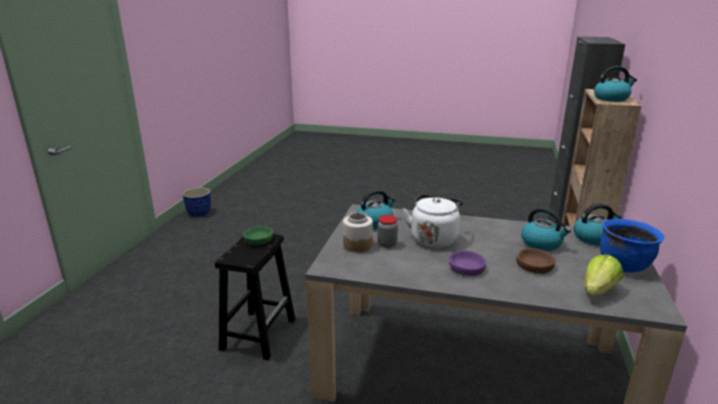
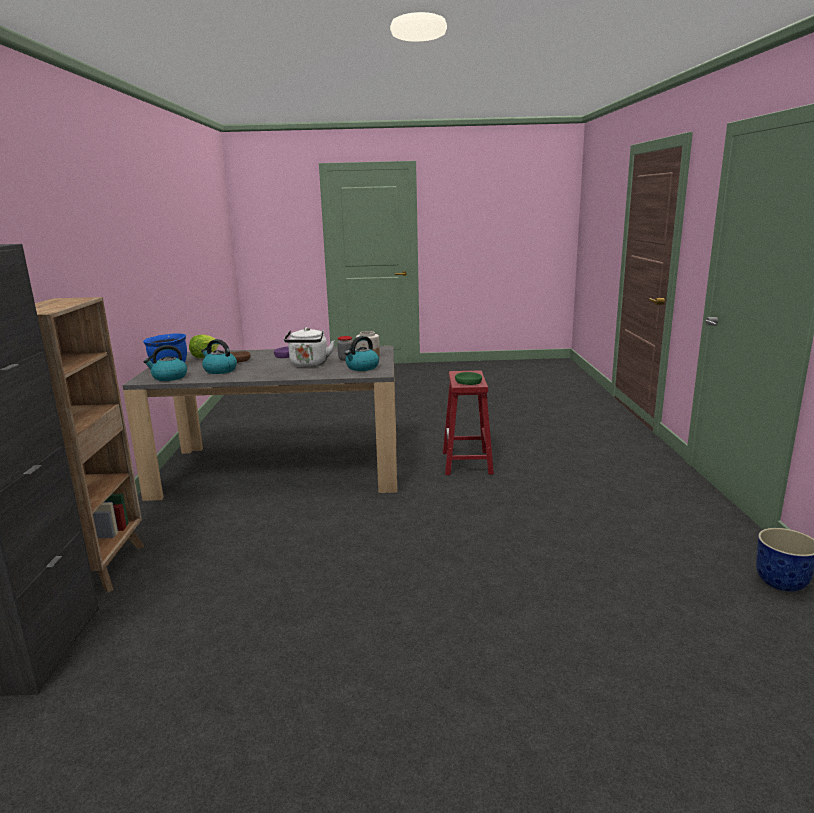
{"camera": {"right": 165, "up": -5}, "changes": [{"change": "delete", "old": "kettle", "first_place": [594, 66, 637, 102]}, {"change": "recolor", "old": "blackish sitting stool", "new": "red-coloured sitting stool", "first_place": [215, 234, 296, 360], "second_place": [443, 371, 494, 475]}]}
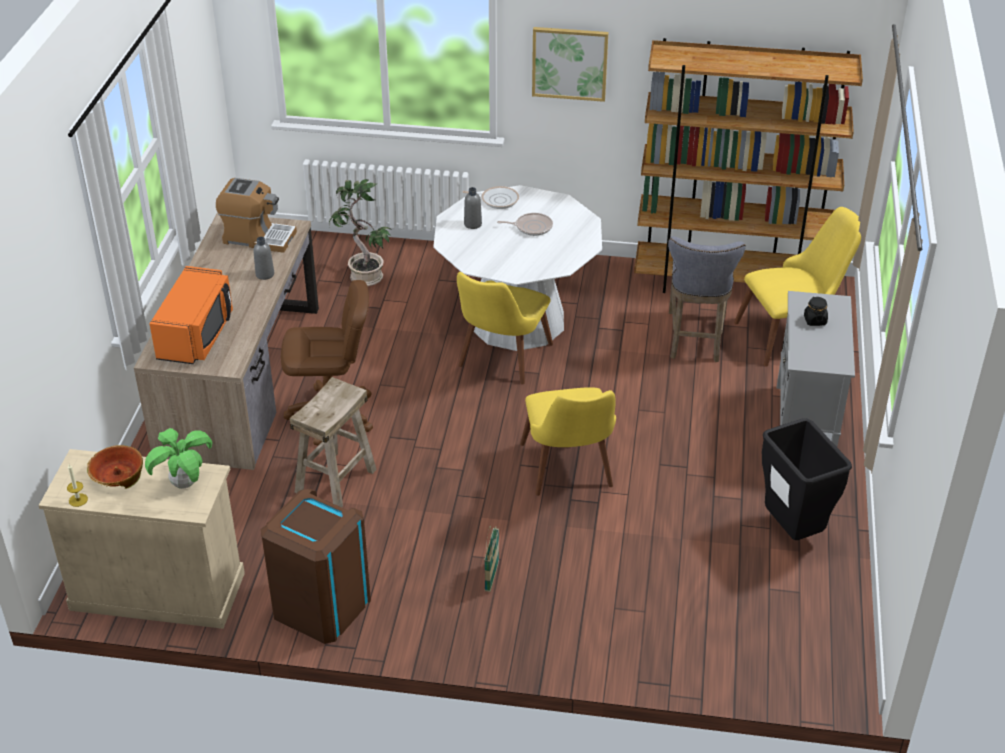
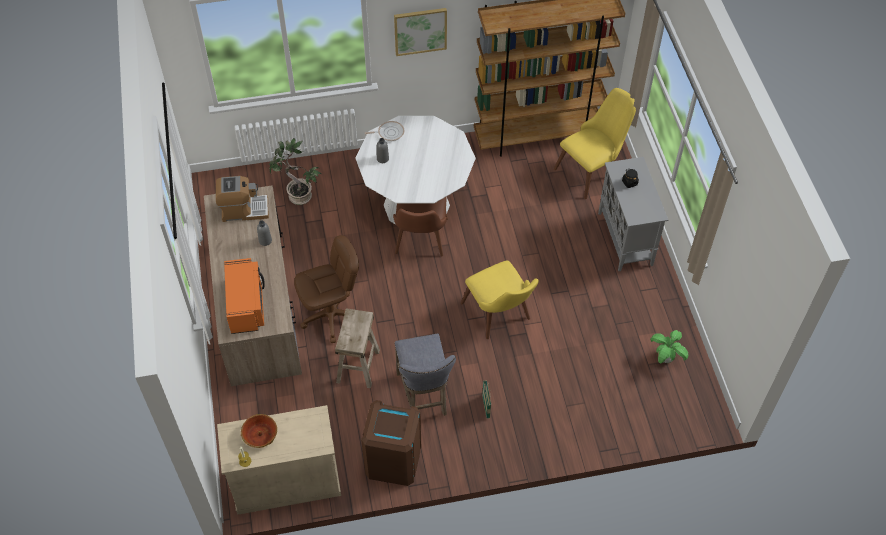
{"camera": {"right": -20, "up": 15}, "changes": [{"change": "delete", "old": "skillet", "first_place": [497, 213, 553, 236]}, {"change": "move", "old": "gray sitting stool", "first_place": [668, 236, 745, 362], "second_place": [394, 333, 456, 416]}, {"change": "recolor", "old": "yellowish upright chair", "new": "brown-coloured upright chair", "first_place": [457, 272, 553, 385], "second_place": [393, 197, 448, 257]}, {"change": "delete", "old": "blackish trash can", "first_place": [762, 418, 852, 540]}, {"change": "move", "old": "plant in a pot", "first_place": [145, 428, 213, 489], "second_place": [650, 330, 689, 364]}]}
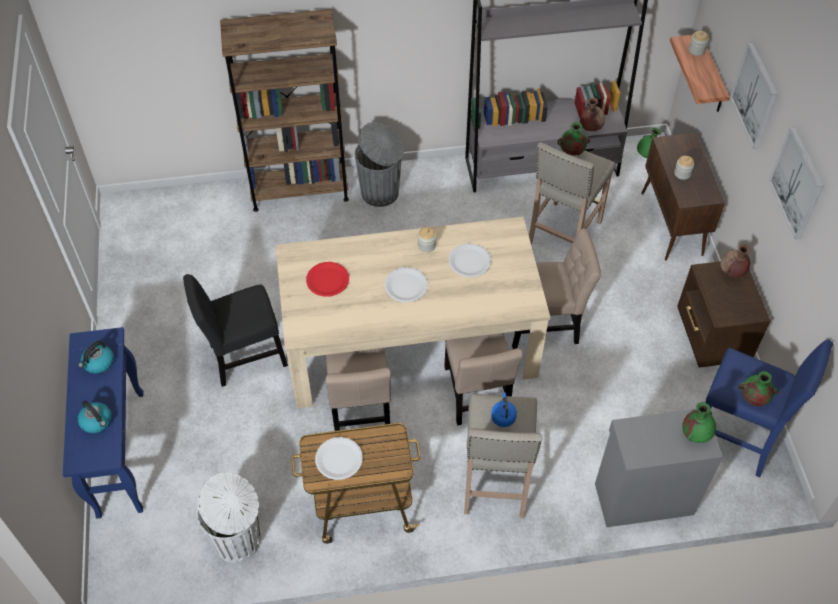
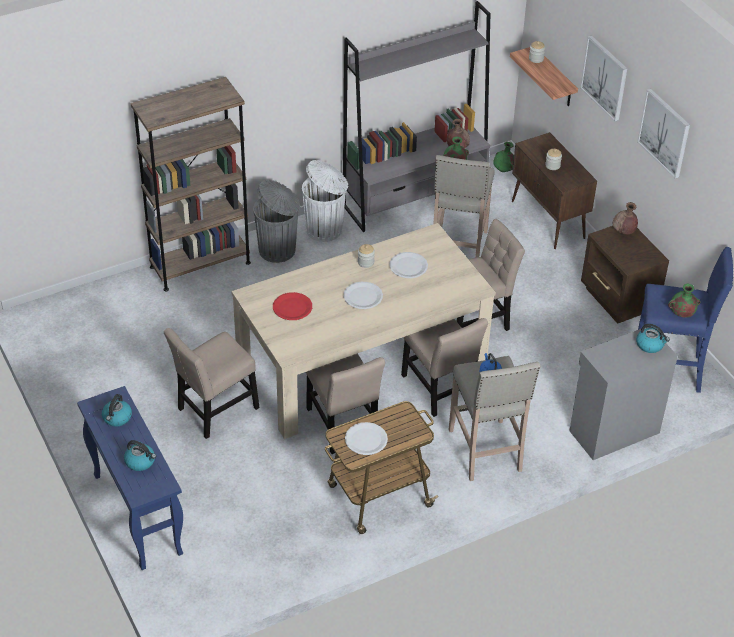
{"camera": {"right": -20, "up": -10}, "changes": [{"change": "recolor", "old": "blackish upright chair", "new": "beige upright chair", "first_place": [183, 274, 288, 387], "second_place": [164, 328, 260, 439]}, {"change": "replace", "old": "greenish decorative vase", "new": "kettle", "first_place": [682, 402, 716, 443], "second_place": [636, 324, 670, 353]}, {"change": "move", "old": "white-coloured trash can", "first_place": [197, 472, 261, 563], "second_place": [302, 160, 348, 242]}]}
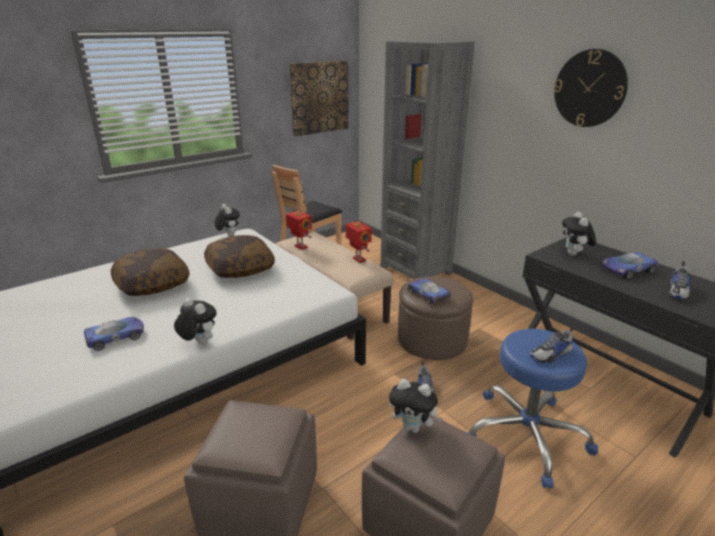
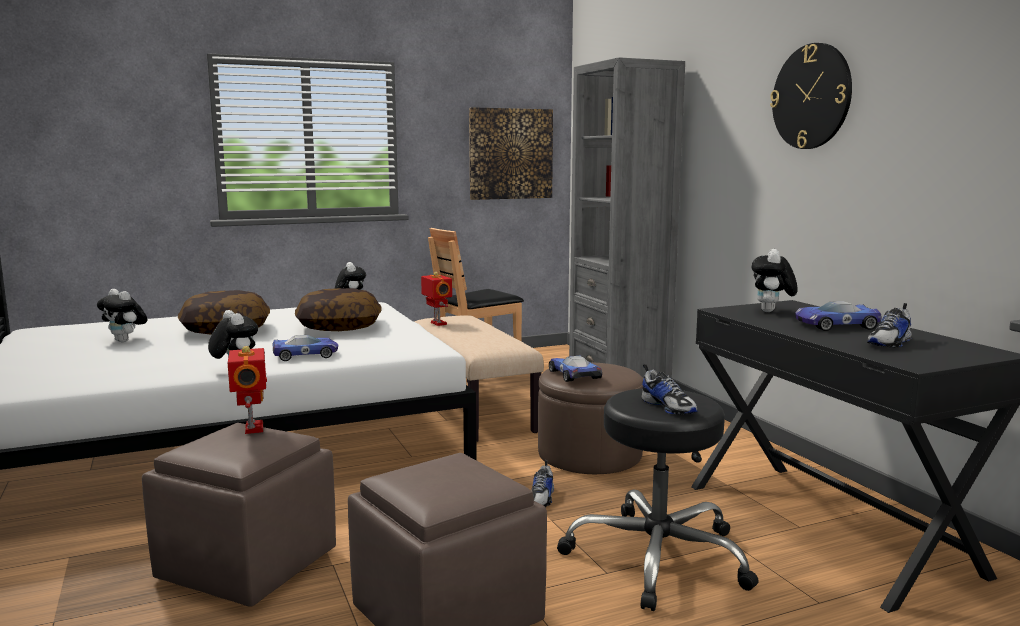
{"camera": {"right": 15, "up": -15}, "changes": [{"change": "move", "old": "robot figure", "first_place": [346, 221, 372, 263], "second_place": [228, 346, 267, 434]}, {"change": "move", "old": "miniature car", "first_place": [84, 316, 144, 351], "second_place": [273, 335, 338, 361]}, {"change": "rotate", "old": "item of footwear", "first_place": [530, 326, 574, 363], "second_place": [642, 364, 698, 415], "degrees": -105}, {"change": "recolor", "old": "blue sitting stool", "new": "blackish sitting stool", "first_place": [467, 329, 598, 488], "second_place": [557, 388, 759, 611]}, {"change": "move", "old": "cuddly toy", "first_place": [389, 379, 443, 433], "second_place": [97, 289, 147, 342]}]}
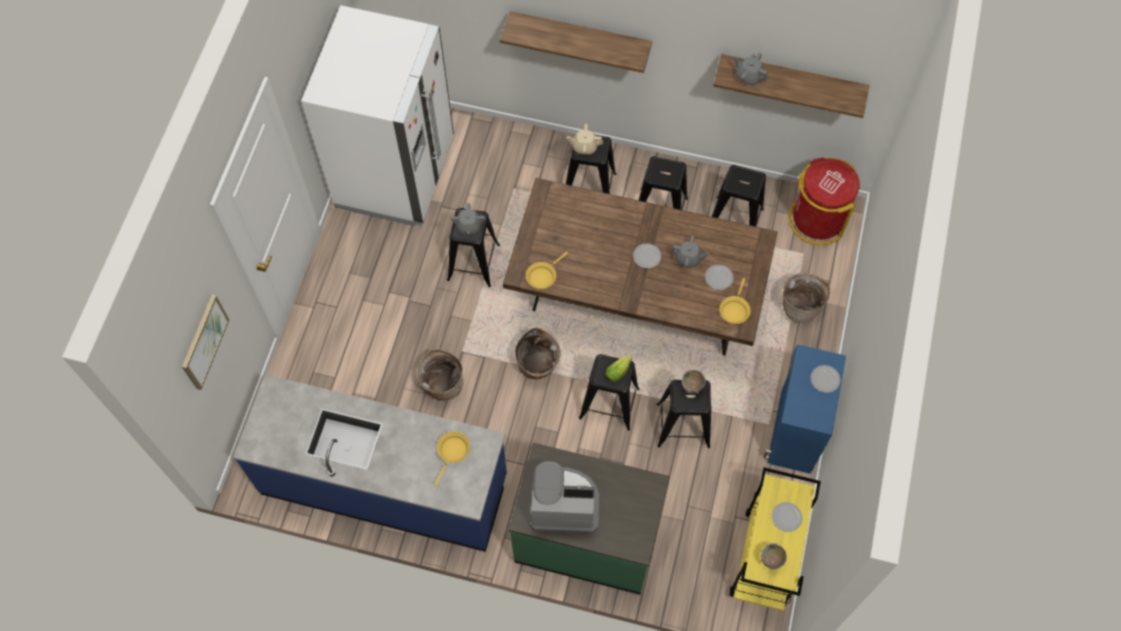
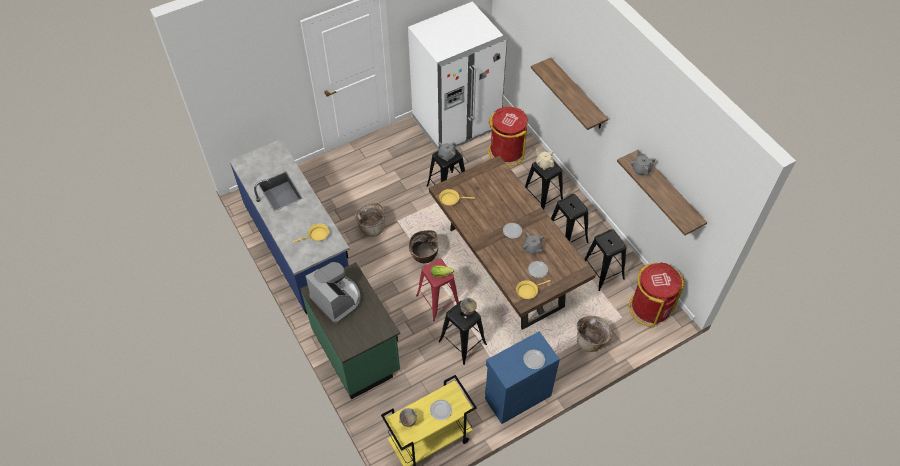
{"camera": {"right": 45, "up": -10}, "changes": [{"change": "delete", "old": "wall art", "first_place": [182, 295, 229, 390]}, {"change": "recolor", "old": "blackish sitting stool", "new": "red-coloured sitting stool", "first_place": [579, 354, 639, 431], "second_place": [416, 259, 459, 322]}, {"change": "insert", "new": "red-coloured trash can", "second_place": [488, 107, 528, 166]}]}
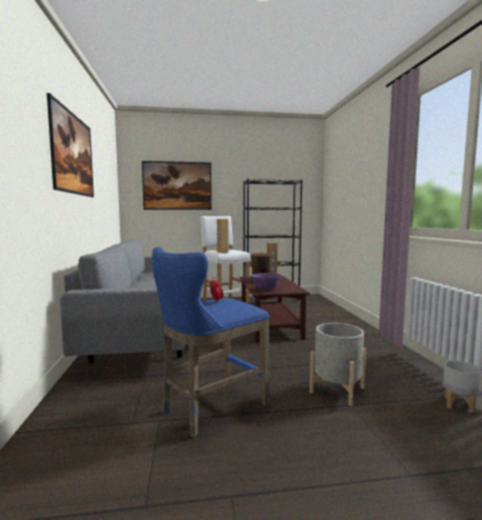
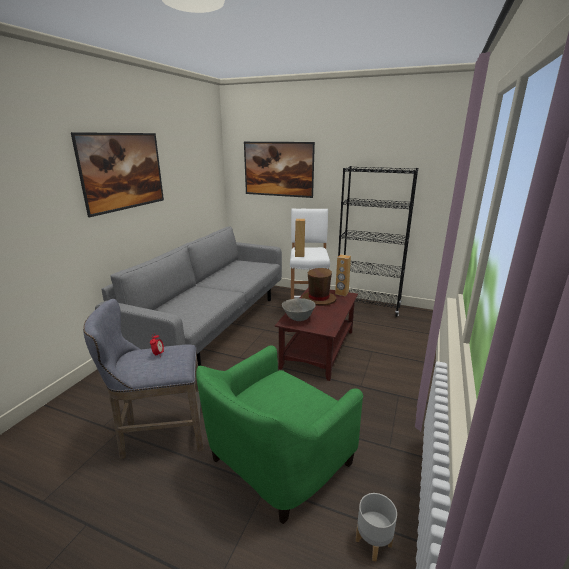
{"camera": {"right": 30, "up": 15}, "changes": [{"change": "recolor", "old": "blue sitting stool", "new": "gray sitting stool", "first_place": [152, 247, 270, 438], "second_place": [83, 299, 204, 460]}, {"change": "recolor", "old": "purple serving bowl", "new": "gray serving bowl", "first_place": [251, 273, 281, 290], "second_place": [282, 298, 316, 321]}, {"change": "replace", "old": "gray plant pot", "new": "greenish easy chair", "first_place": [310, 323, 366, 406], "second_place": [196, 345, 363, 524]}]}
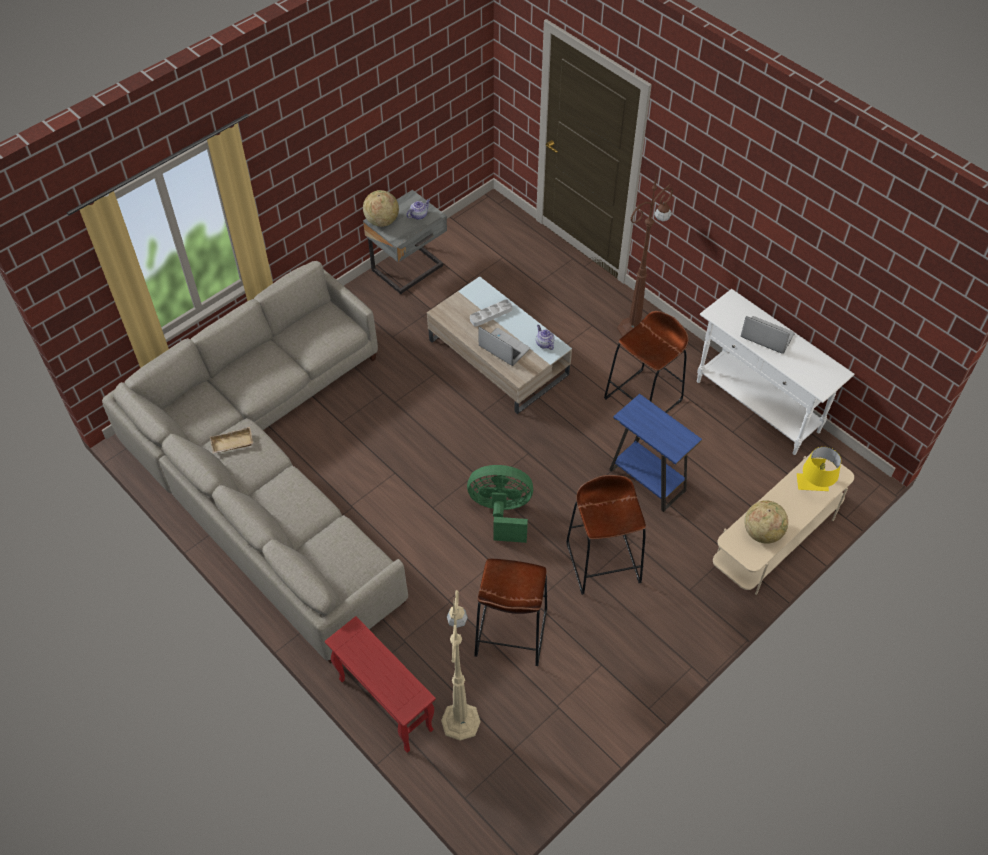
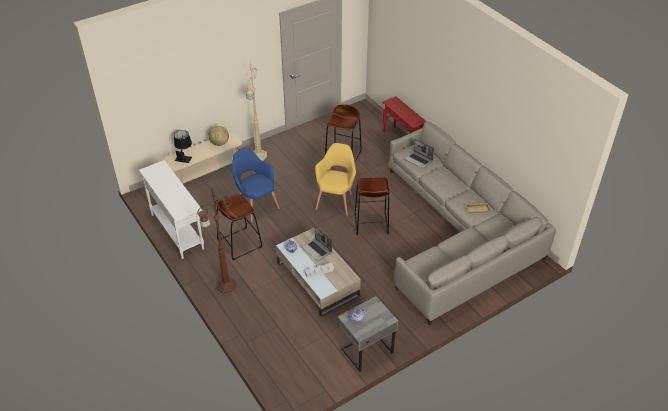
{"camera": {"right": -170, "up": -10}, "changes": [{"change": "delete", "old": "world globe", "first_place": [363, 190, 399, 227]}, {"change": "move", "old": "portable computer", "first_place": [741, 316, 795, 354], "second_place": [404, 139, 434, 169]}, {"change": "replace", "old": "blue side table", "new": "blue easy chair", "first_place": [609, 394, 702, 512], "second_place": [232, 148, 280, 222]}, {"change": "recolor", "old": "yellowish lamp for a table", "new": "blackish lamp for a table", "first_place": [797, 447, 841, 491], "second_place": [174, 130, 192, 163]}, {"change": "replace", "old": "greenish fan", "new": "yellowish easy chair", "first_place": [467, 465, 533, 543], "second_place": [315, 143, 356, 215]}, {"change": "move", "old": "brown-coloured sitting stool", "first_place": [566, 475, 646, 595], "second_place": [355, 178, 390, 235]}, {"change": "move", "old": "beige standing lamp", "first_place": [441, 590, 480, 740], "second_place": [246, 60, 267, 161]}]}
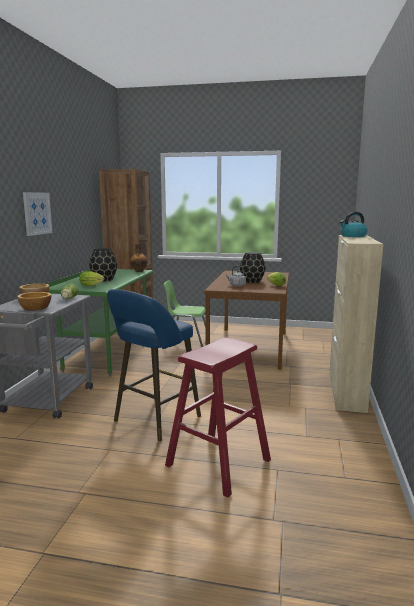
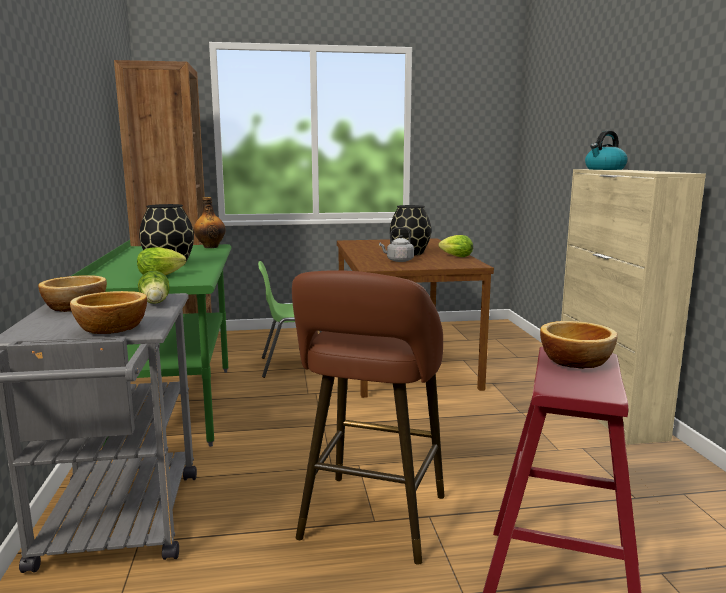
{"camera": {"right": -20, "up": 0}, "changes": [{"change": "delete", "old": "wall art", "first_place": [23, 192, 52, 236]}, {"change": "recolor", "old": "blue sitting stool", "new": "brown-coloured sitting stool", "first_place": [107, 289, 201, 441], "second_place": [292, 270, 445, 565]}, {"change": "insert", "new": "serving bowl", "second_place": [540, 321, 618, 369]}]}
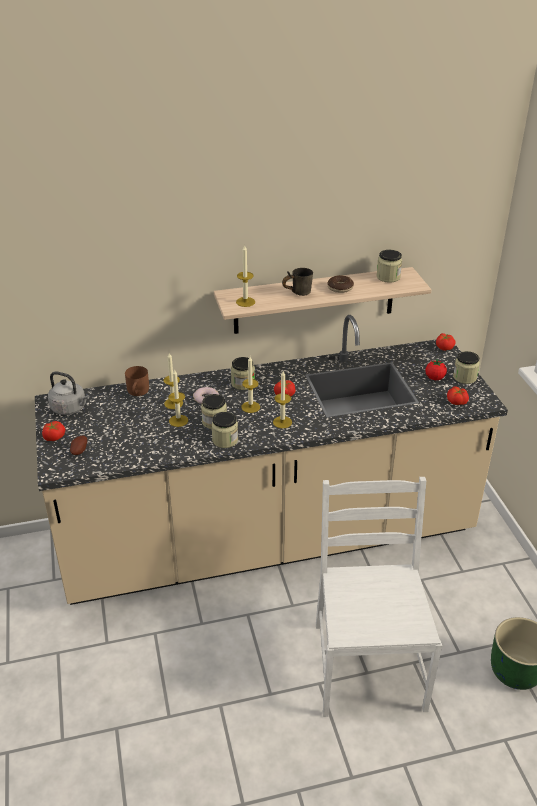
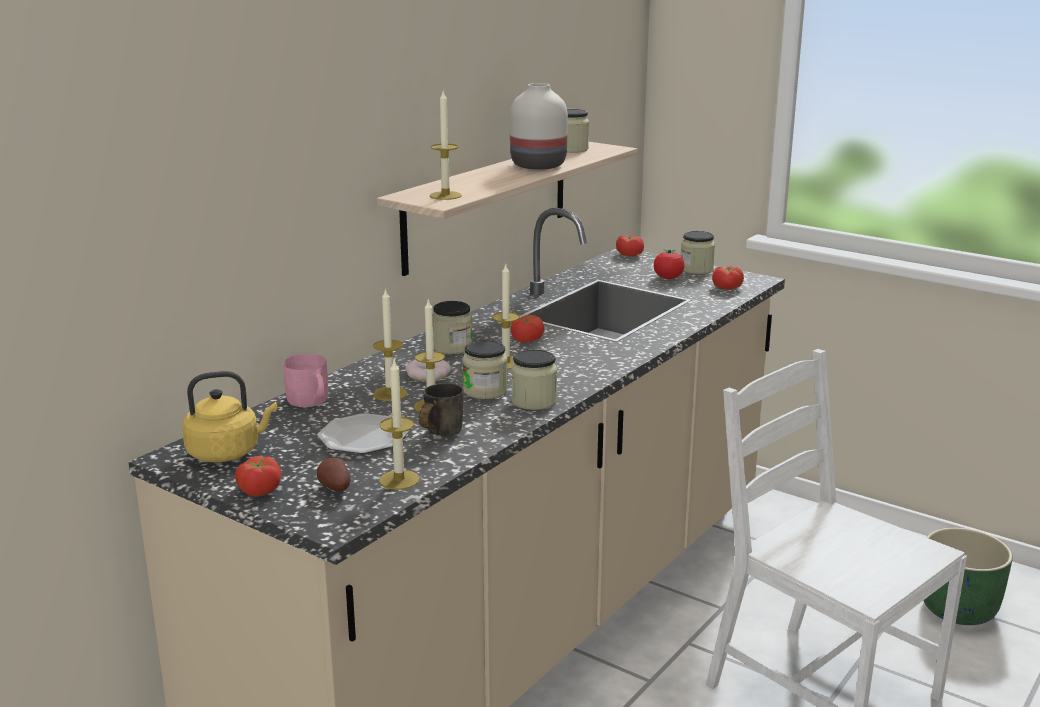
{"camera": {"right": -40, "up": -15}, "changes": [{"change": "move", "old": "gray mug", "first_place": [282, 268, 313, 296], "second_place": [419, 383, 464, 436]}, {"change": "replace", "old": "donut", "new": "white-coloured decorative vase", "first_place": [328, 275, 354, 293], "second_place": [510, 83, 568, 170]}, {"change": "recolor", "old": "brown-coloured mug", "new": "pinkish mug", "first_place": [125, 366, 149, 396], "second_place": [283, 354, 328, 407]}, {"change": "recolor", "old": "gray kettle", "new": "yellowish kettle", "first_place": [48, 371, 89, 415], "second_place": [182, 371, 277, 462]}, {"change": "move", "old": "wax candle", "first_place": [273, 371, 292, 428], "second_place": [379, 360, 420, 490]}, {"change": "insert", "new": "flat dish", "second_place": [317, 413, 409, 454]}]}
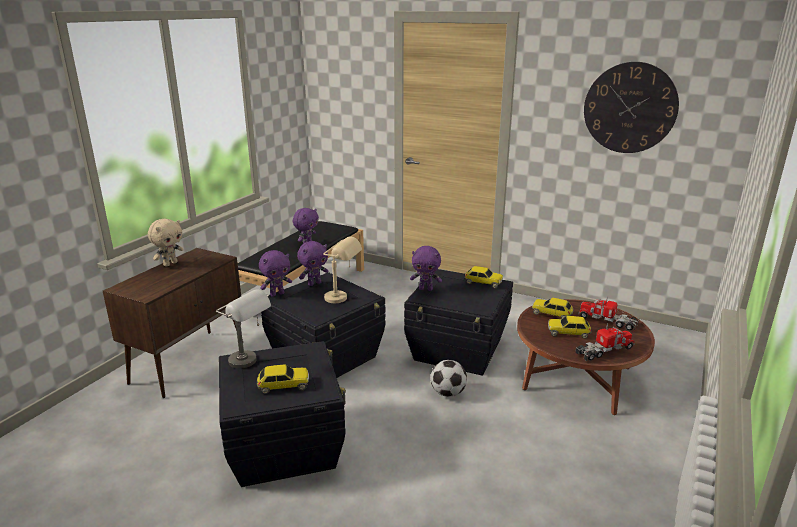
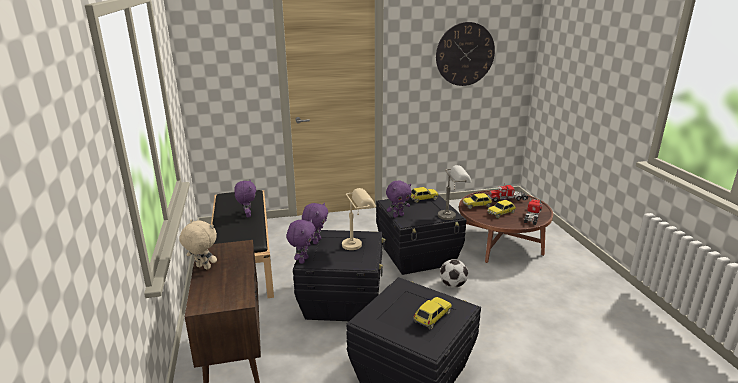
{"camera": {"right": -40, "up": 0}, "changes": [{"change": "rotate", "old": "beige cuddly toy", "first_place": [148, 219, 184, 267], "second_place": [179, 220, 217, 270], "degrees": -60}, {"change": "move", "old": "gray lamp for a table", "first_place": [216, 289, 271, 369], "second_place": [438, 165, 472, 220]}]}
